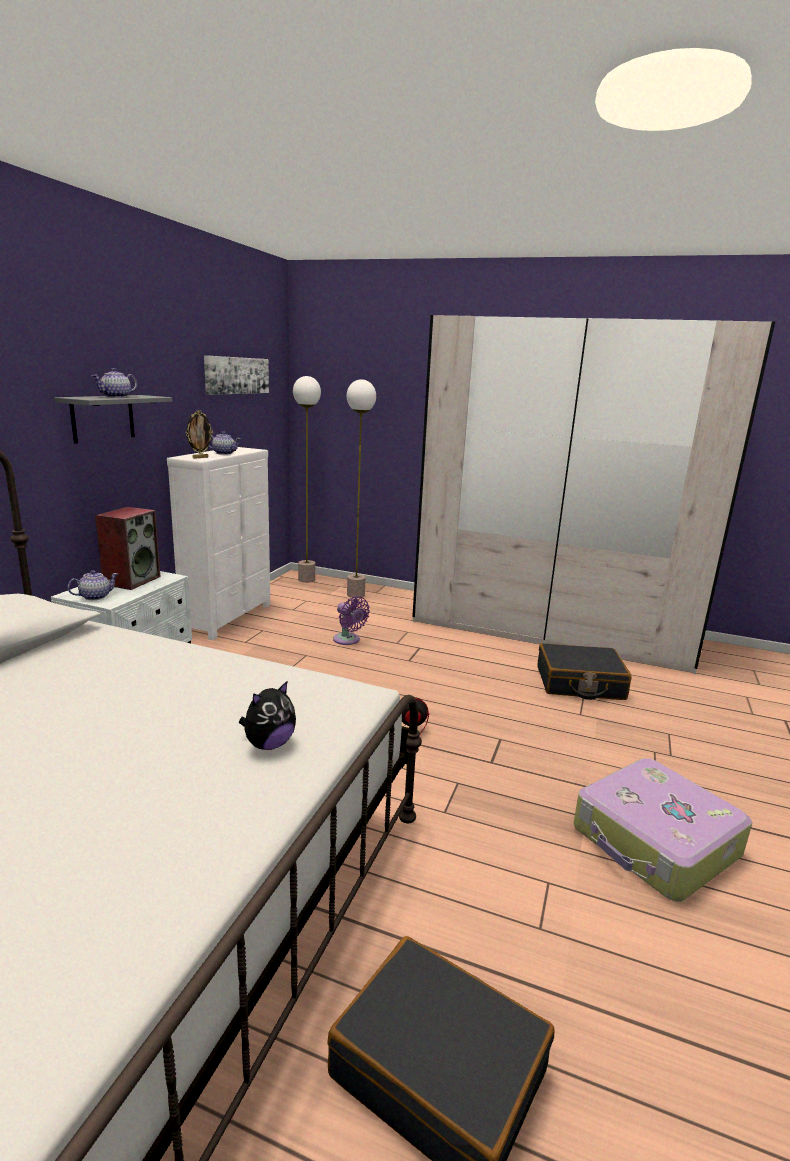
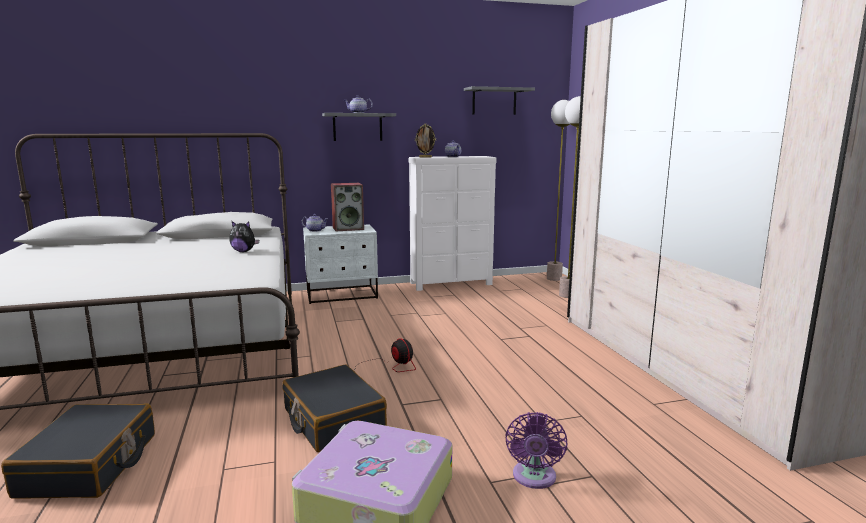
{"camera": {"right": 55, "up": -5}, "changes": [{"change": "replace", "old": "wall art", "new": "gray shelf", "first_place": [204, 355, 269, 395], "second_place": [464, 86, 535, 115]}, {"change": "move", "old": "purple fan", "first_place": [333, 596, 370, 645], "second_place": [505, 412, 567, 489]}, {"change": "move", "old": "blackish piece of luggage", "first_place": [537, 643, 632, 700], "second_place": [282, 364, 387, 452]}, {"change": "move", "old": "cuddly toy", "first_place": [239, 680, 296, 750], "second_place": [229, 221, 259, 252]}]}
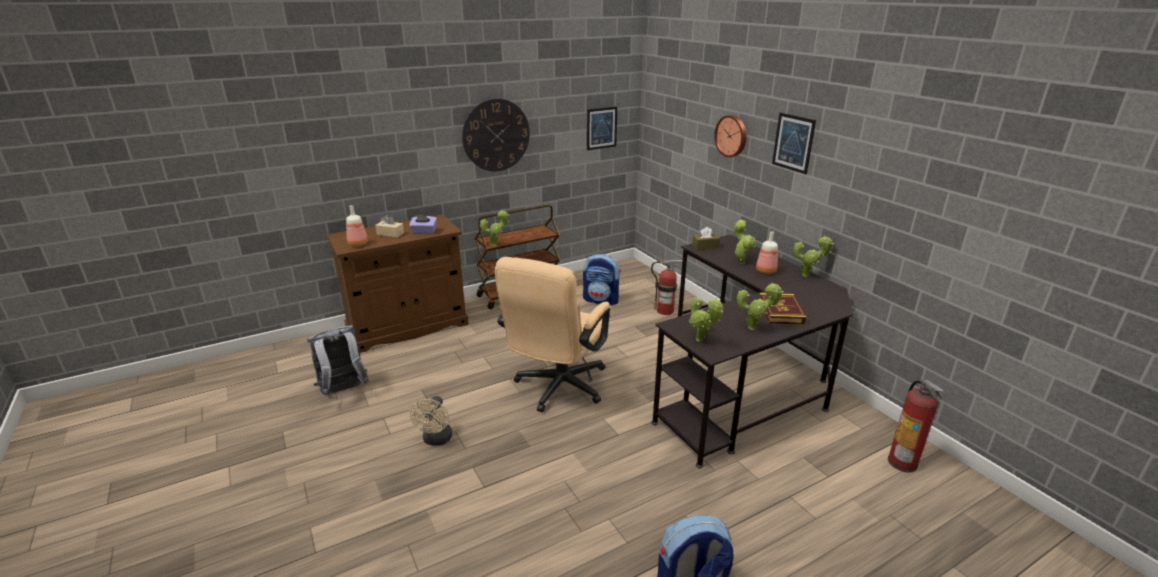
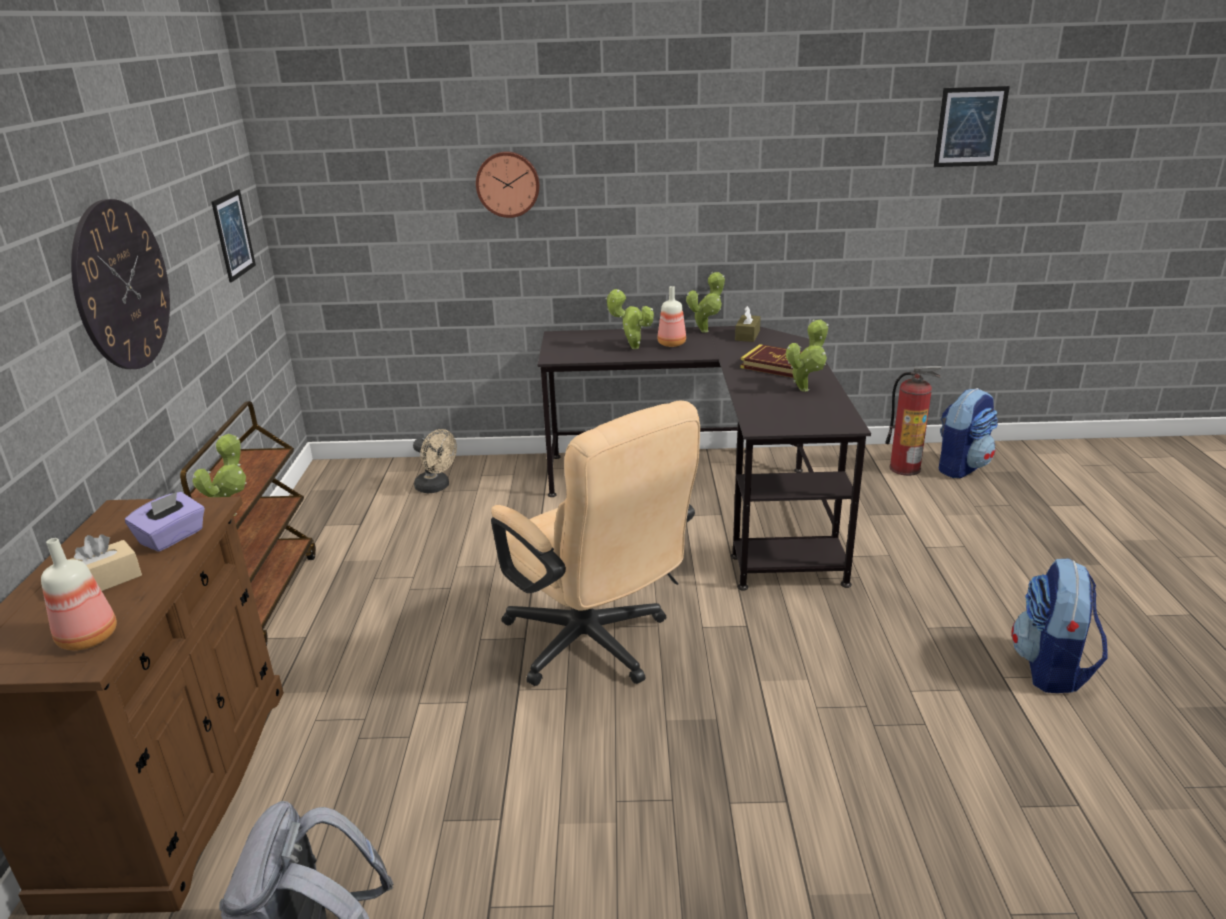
{"camera": {"right": -60, "up": 0}, "changes": [{"change": "move", "old": "wall art", "first_place": [772, 113, 816, 174], "second_place": [933, 86, 1010, 167]}, {"change": "move", "old": "brown-coloured box of tissues", "first_place": [692, 227, 720, 250], "second_place": [735, 306, 761, 342]}, {"change": "move", "old": "knapsack", "first_place": [583, 254, 621, 305], "second_place": [939, 388, 998, 478]}, {"change": "delete", "old": "fire-fighting cylinder", "first_place": [651, 260, 683, 315]}, {"change": "delete", "old": "plant in a pot", "first_place": [689, 297, 723, 342]}, {"change": "move", "old": "beige fan", "first_place": [410, 396, 452, 446], "second_place": [413, 429, 457, 493]}]}
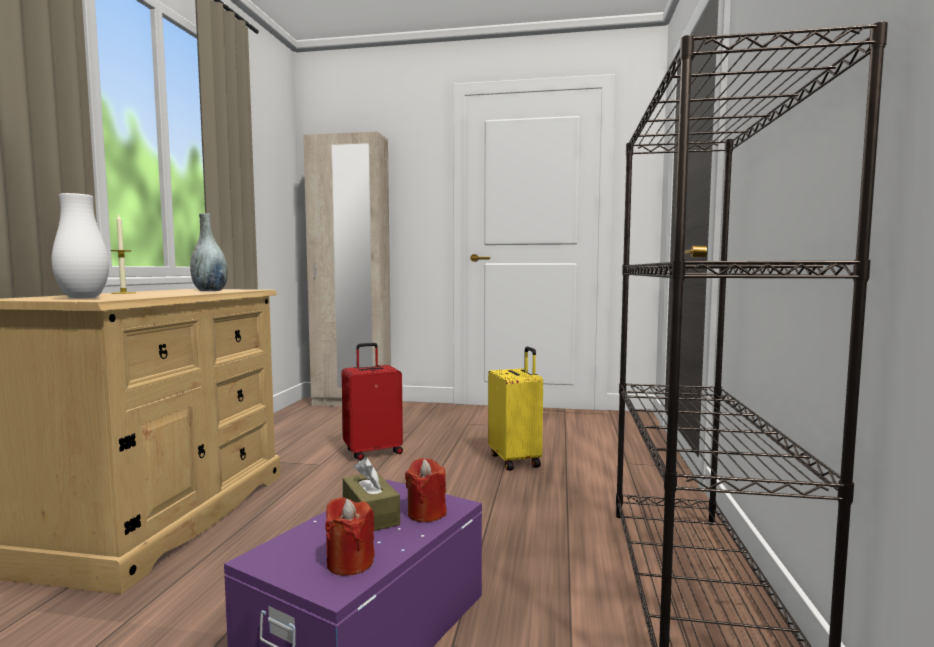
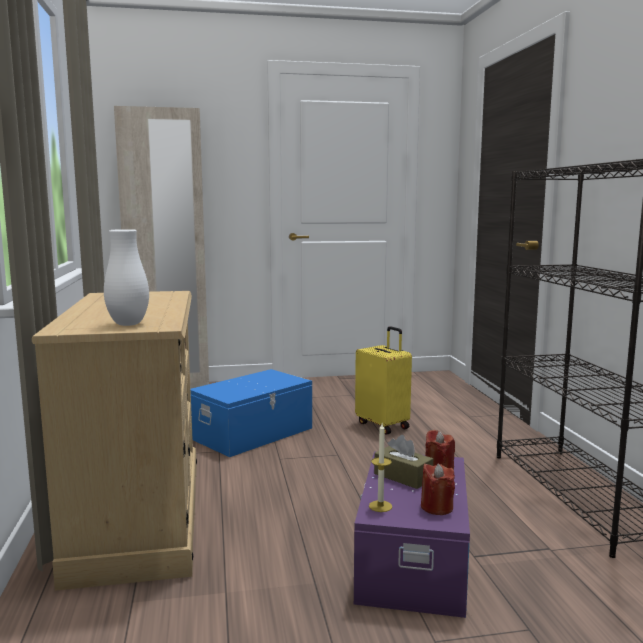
{"camera": {"right": -20, "up": 5}, "changes": [{"change": "delete", "old": "gray decorative vase", "first_place": [190, 213, 228, 291]}, {"change": "move", "old": "wax candle", "first_place": [111, 215, 136, 294], "second_place": [369, 424, 392, 512]}, {"change": "replace", "old": "red-coloured piece of luggage", "new": "blue storage box", "first_place": [342, 343, 403, 460], "second_place": [191, 369, 312, 457]}]}
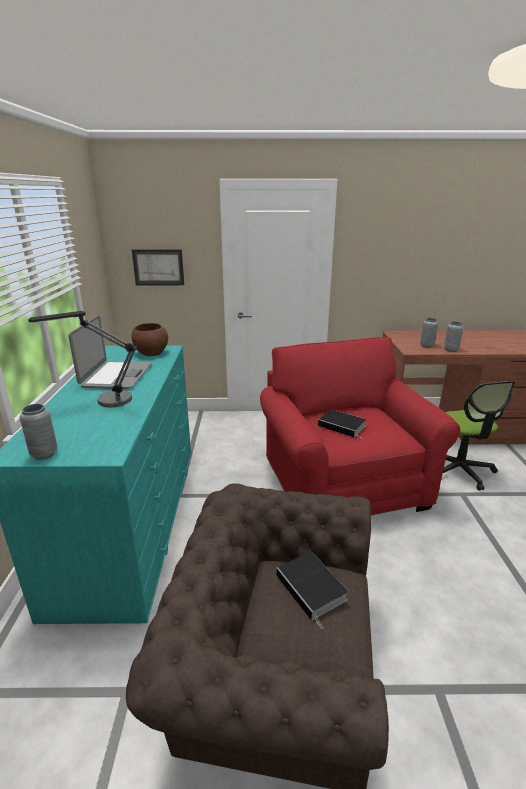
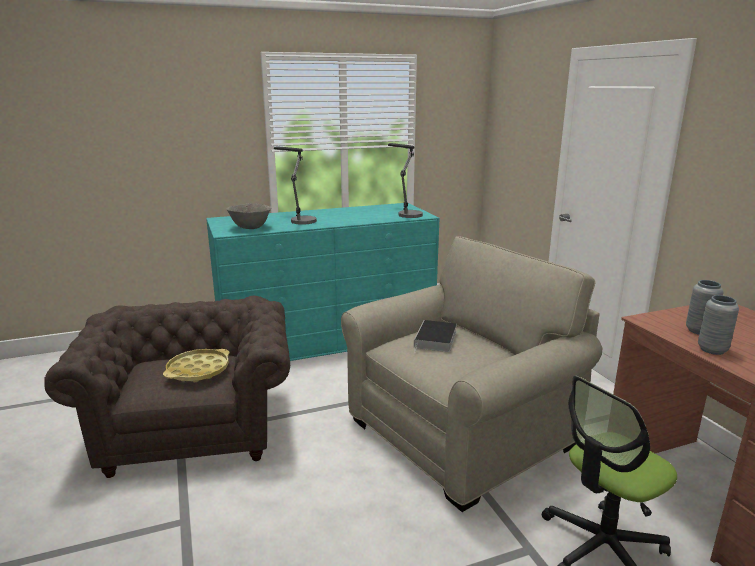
{"camera": {"right": 70, "up": -5}, "changes": [{"change": "delete", "old": "wall art", "first_place": [132, 249, 184, 285]}, {"change": "delete", "old": "portable computer", "first_place": [68, 315, 152, 389]}, {"change": "replace", "old": "brown-coloured serving bowl", "new": "lamp for a table", "first_place": [131, 323, 168, 356], "second_place": [388, 143, 423, 218]}, {"change": "recolor", "old": "red-coloured easy chair", "new": "beige easy chair", "first_place": [260, 337, 460, 515], "second_place": [341, 236, 603, 512]}, {"change": "delete", "old": "gray decorative vase", "first_place": [20, 404, 58, 460]}, {"change": "replace", "old": "bound book", "new": "yellowish tray", "first_place": [276, 552, 348, 629], "second_place": [163, 349, 230, 382]}, {"change": "insert", "new": "gray serving bowl", "second_place": [227, 203, 271, 229]}]}
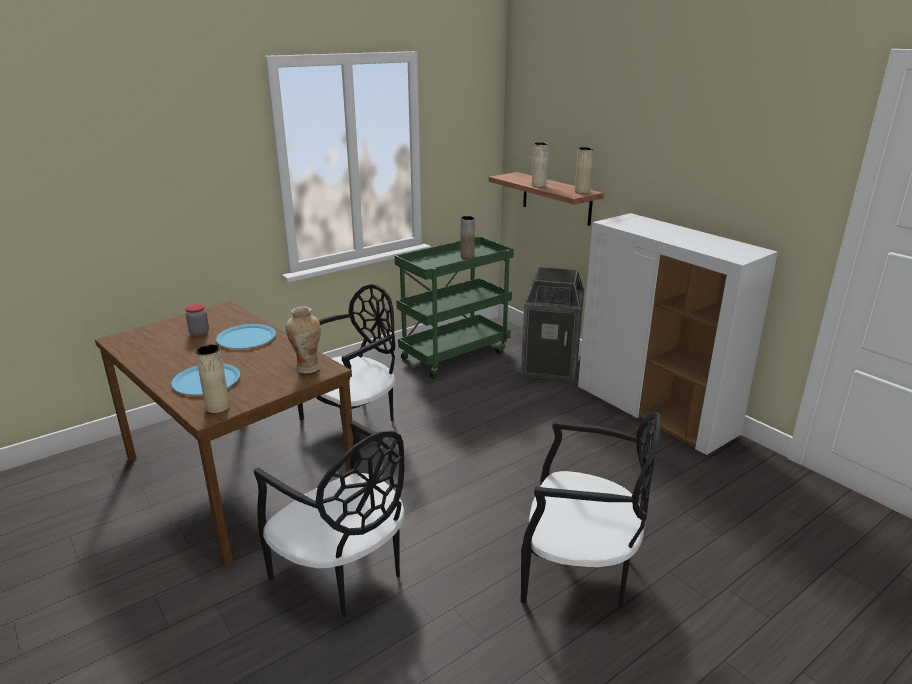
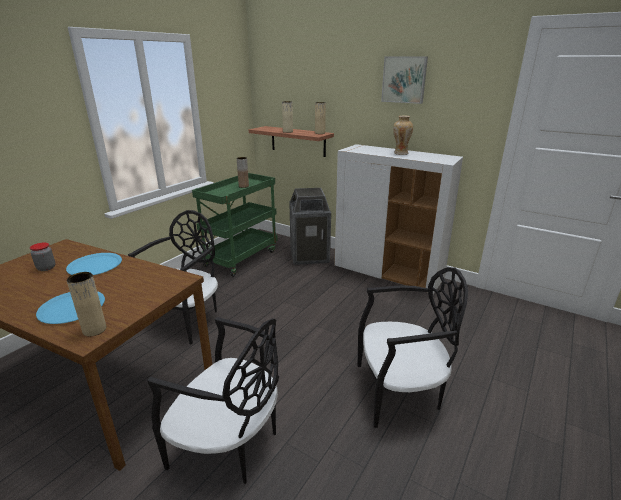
{"camera": {"right": -20, "up": 0}, "changes": [{"change": "move", "old": "decorative vase", "first_place": [286, 306, 321, 373], "second_place": [393, 116, 413, 155]}, {"change": "insert", "new": "wall art", "second_place": [381, 56, 428, 104]}]}
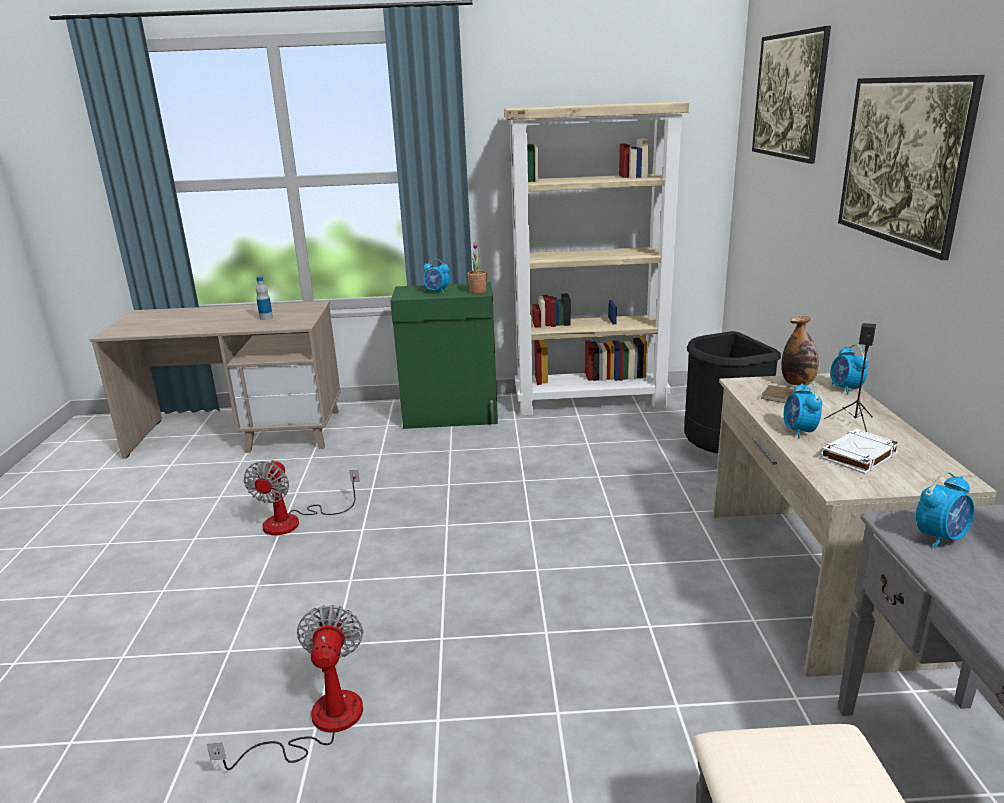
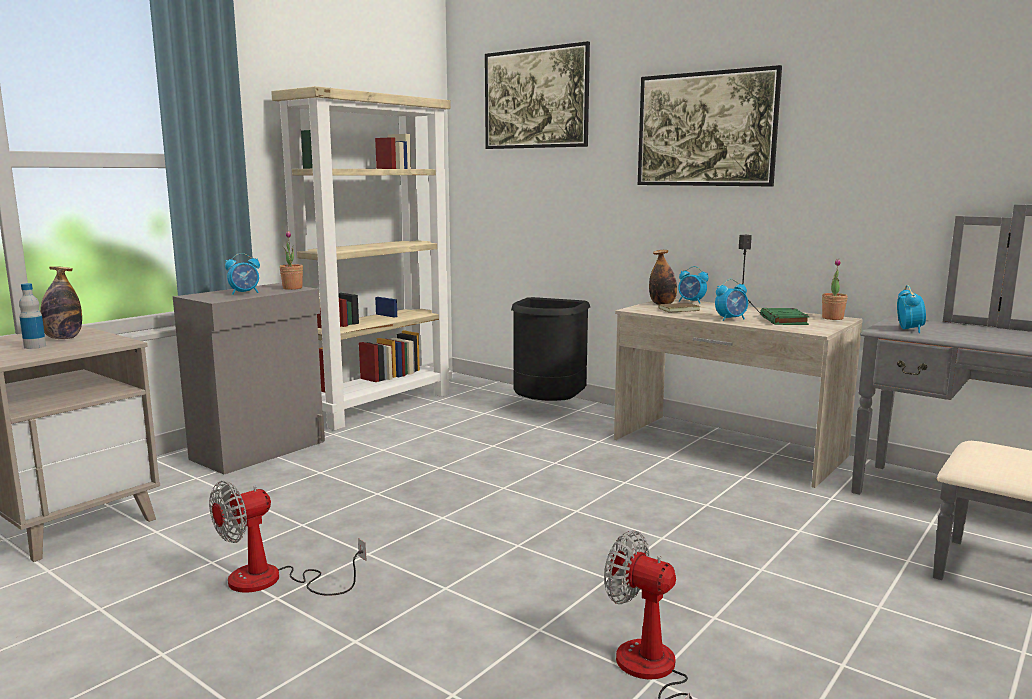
{"camera": {"right": -50, "up": -10}, "changes": [{"change": "recolor", "old": "greenish storage cabinet", "new": "gray storage cabinet", "first_place": [390, 282, 498, 429], "second_place": [173, 283, 325, 474]}, {"change": "rotate", "old": "alarm clock", "first_place": [784, 382, 822, 438], "second_place": [715, 279, 748, 321], "degrees": -60}, {"change": "recolor", "old": "white-coloured bound book", "new": "greenish bound book", "first_place": [819, 429, 900, 474], "second_place": [760, 308, 809, 325]}, {"change": "rotate", "old": "fan", "first_place": [244, 460, 360, 536], "second_place": [209, 481, 367, 596], "degrees": 90}, {"change": "insert", "new": "plant in a pot", "second_place": [822, 259, 848, 320]}, {"change": "insert", "new": "beverage bottle", "second_place": [40, 266, 82, 339]}]}
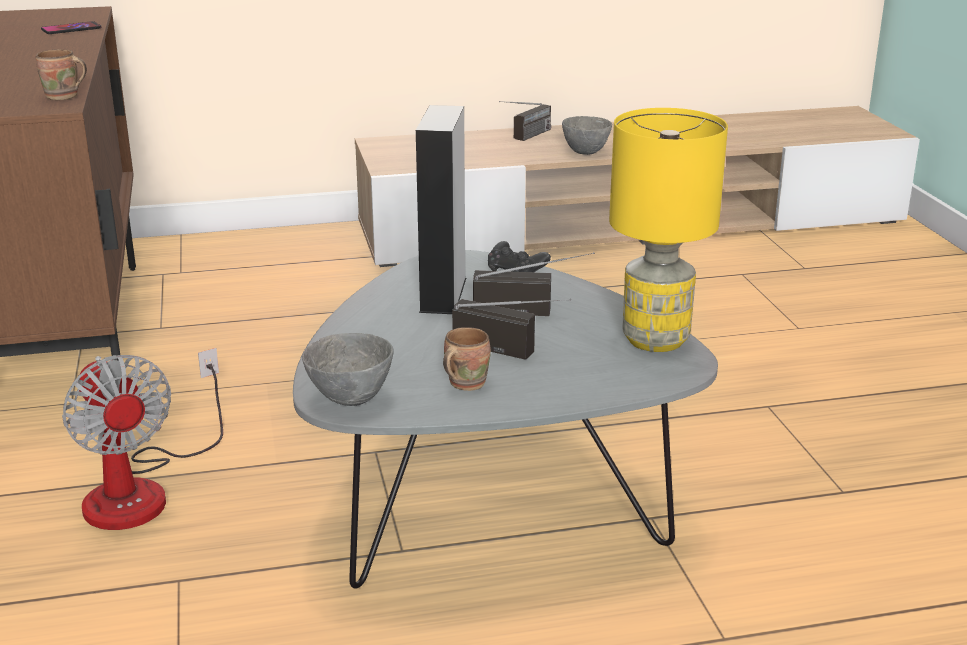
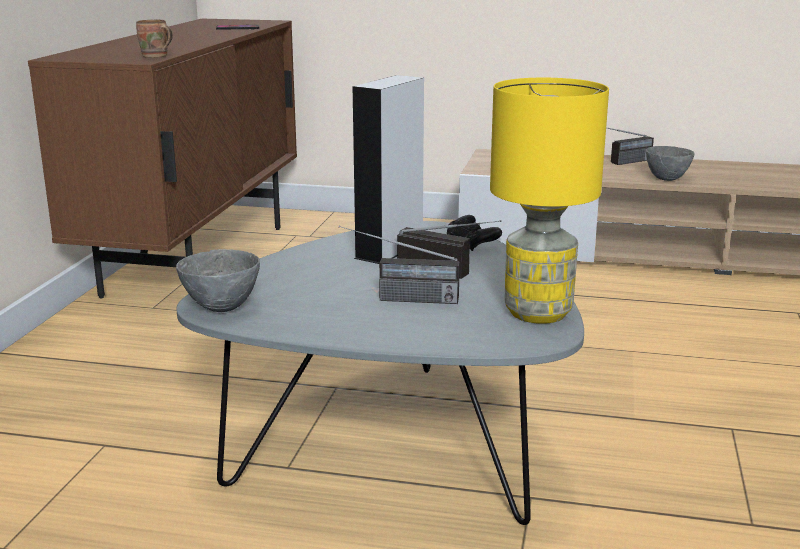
{"camera": {"right": 25, "up": -5}, "changes": [{"change": "rotate", "old": "radio set", "first_place": [452, 299, 571, 360], "second_place": [339, 226, 460, 304], "degrees": 135}, {"change": "delete", "old": "brown-coloured mug", "first_place": [443, 327, 491, 391]}, {"change": "delete", "old": "fan", "first_place": [62, 348, 223, 530]}]}
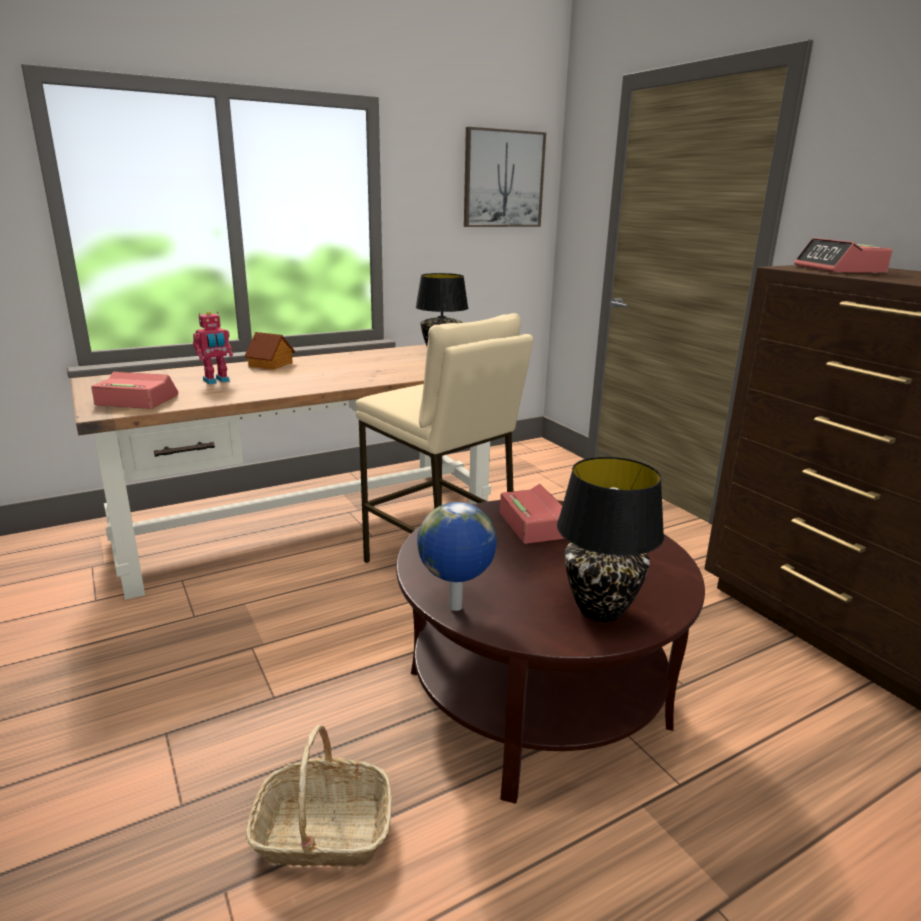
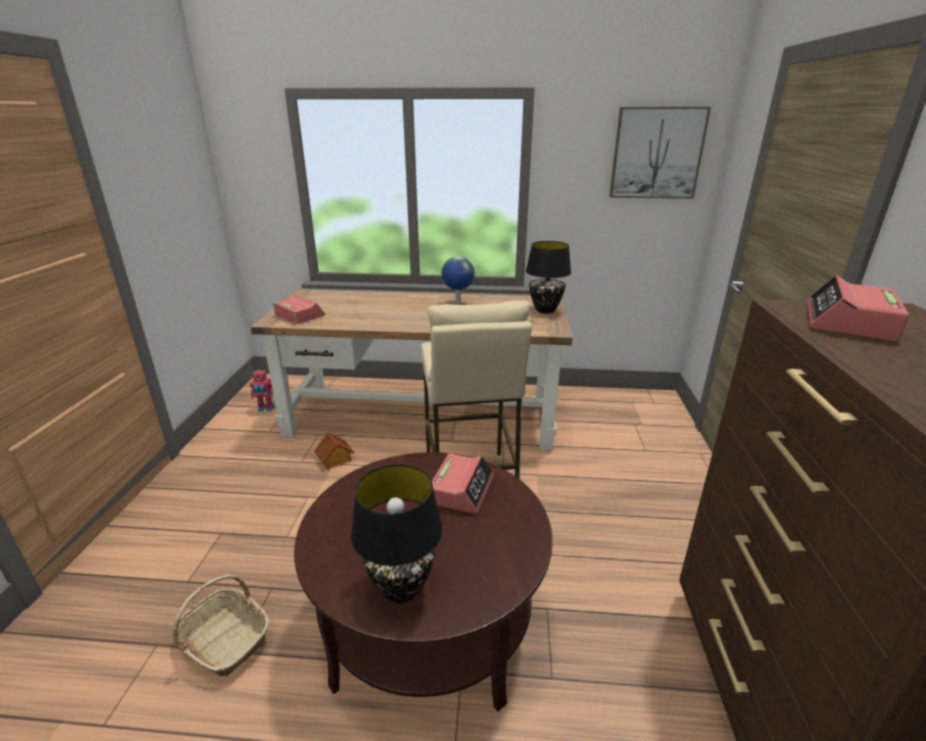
{"camera": {"right": 35, "up": 5}, "changes": [{"change": "move", "old": "robot figure", "first_place": [193, 311, 233, 384], "second_place": [250, 370, 274, 412]}, {"change": "move", "old": "model house", "first_place": [244, 332, 295, 370], "second_place": [314, 432, 355, 470]}, {"change": "move", "old": "world globe", "first_place": [417, 502, 497, 611], "second_place": [441, 256, 475, 305]}]}
